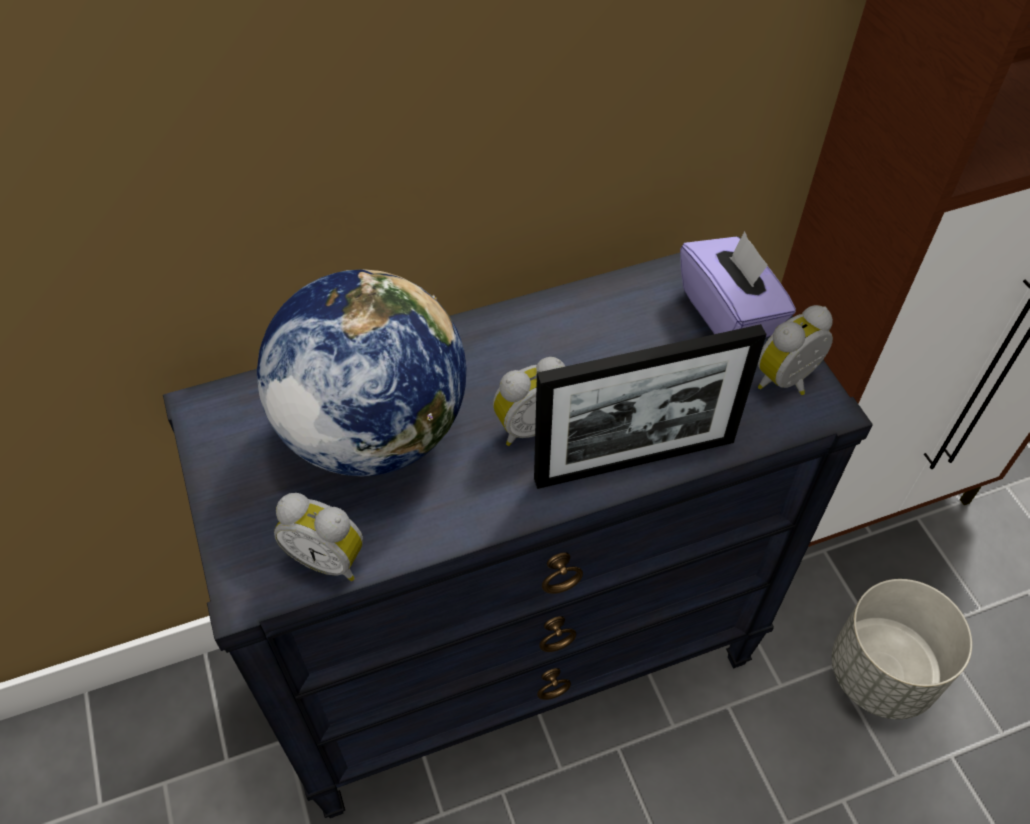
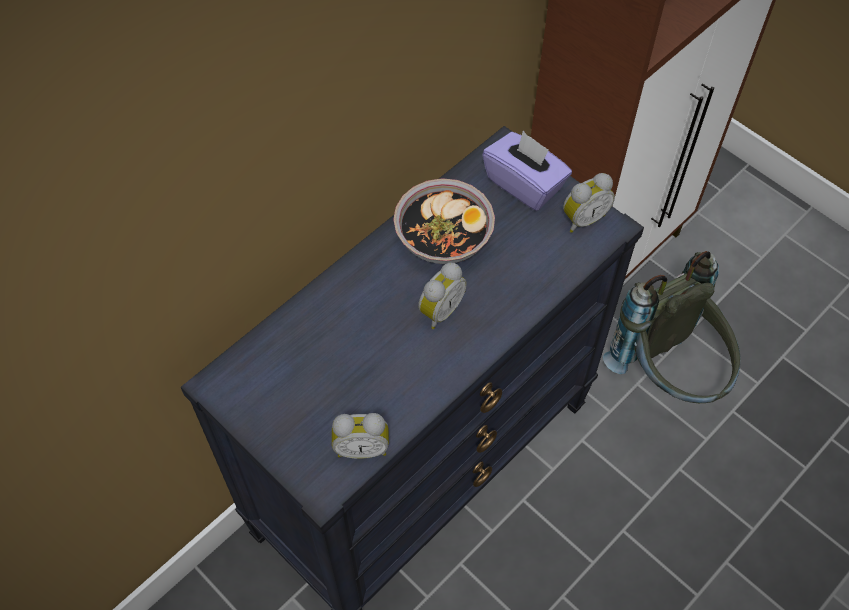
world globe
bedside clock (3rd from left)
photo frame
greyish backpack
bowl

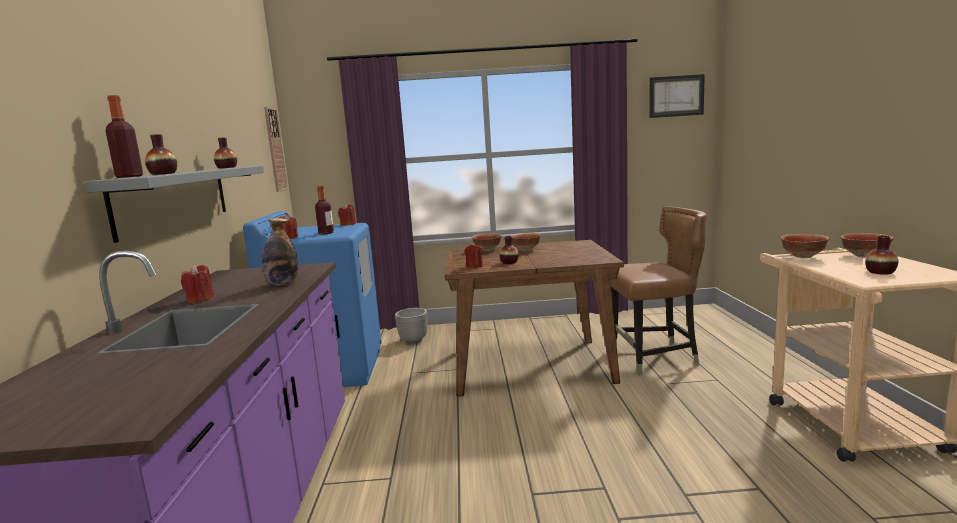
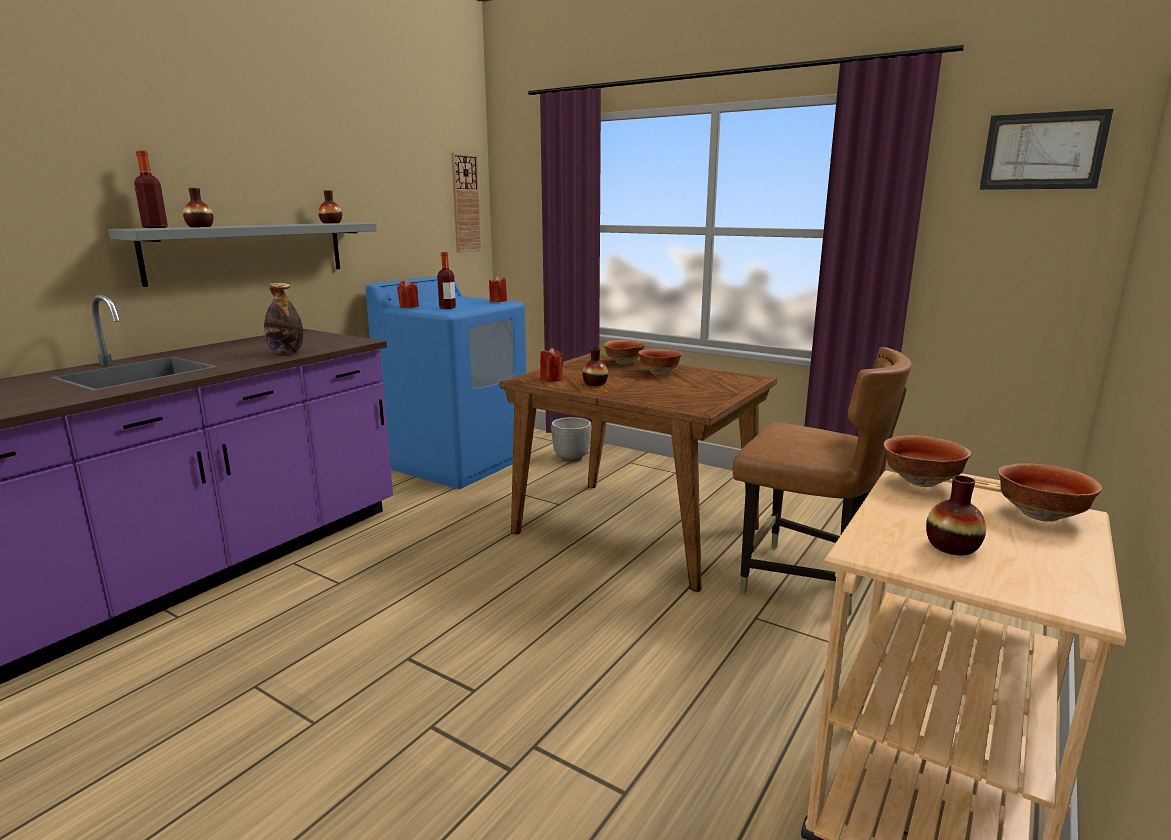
reddish wax light (1st from left in the first image)

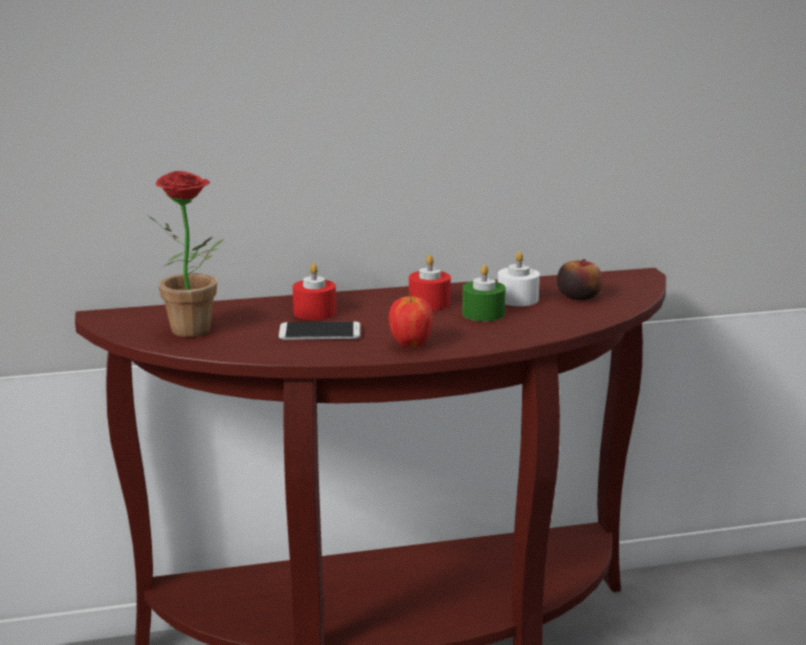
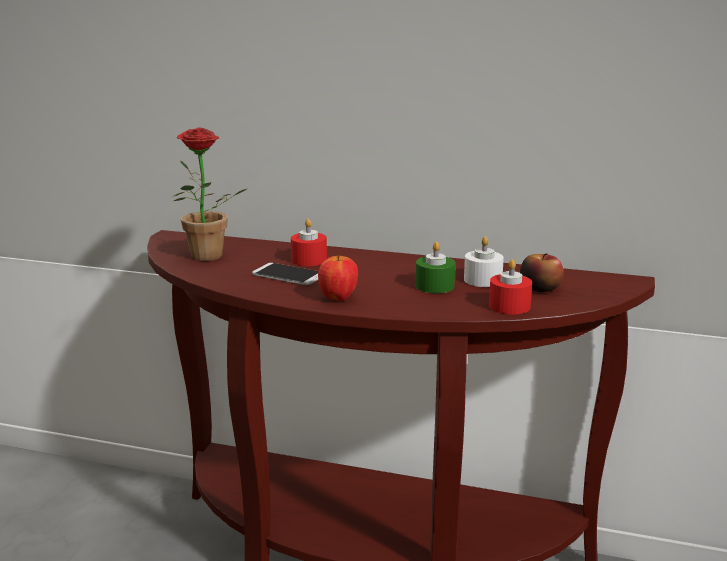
reddish wax light (2nd from left)

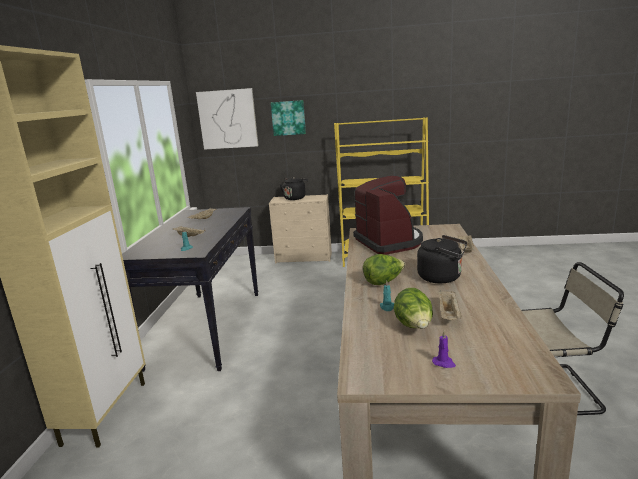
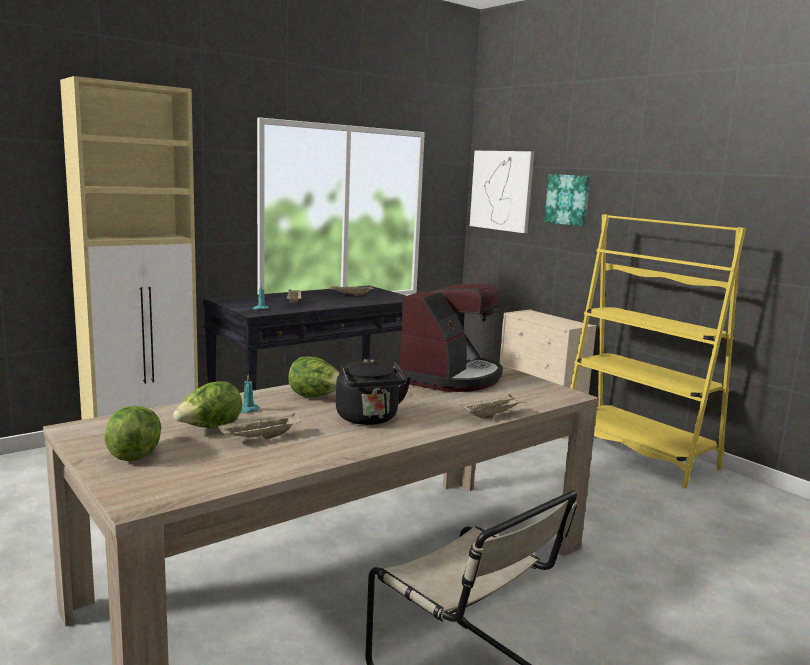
blackish tea kettle (1st from left in the first image)
head of lettuce (1st from left)

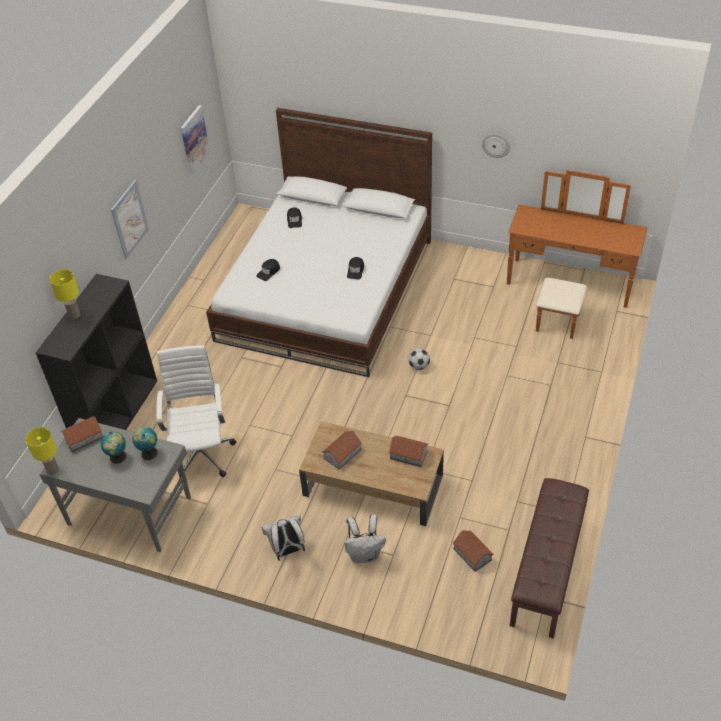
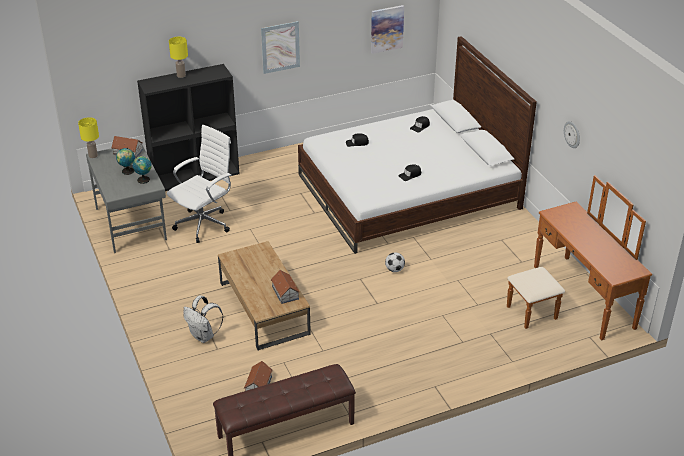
miniature house (2nd from left in the first image)
white-coloured backpack (1st from left in the first image)

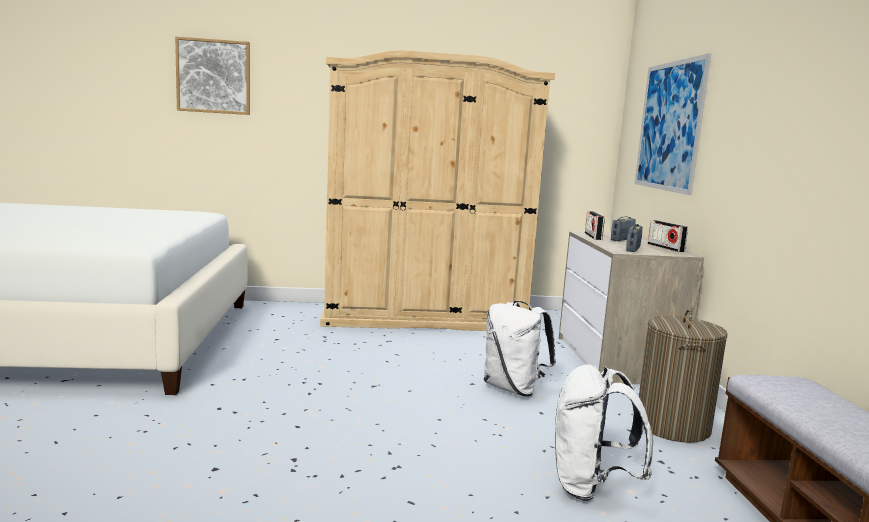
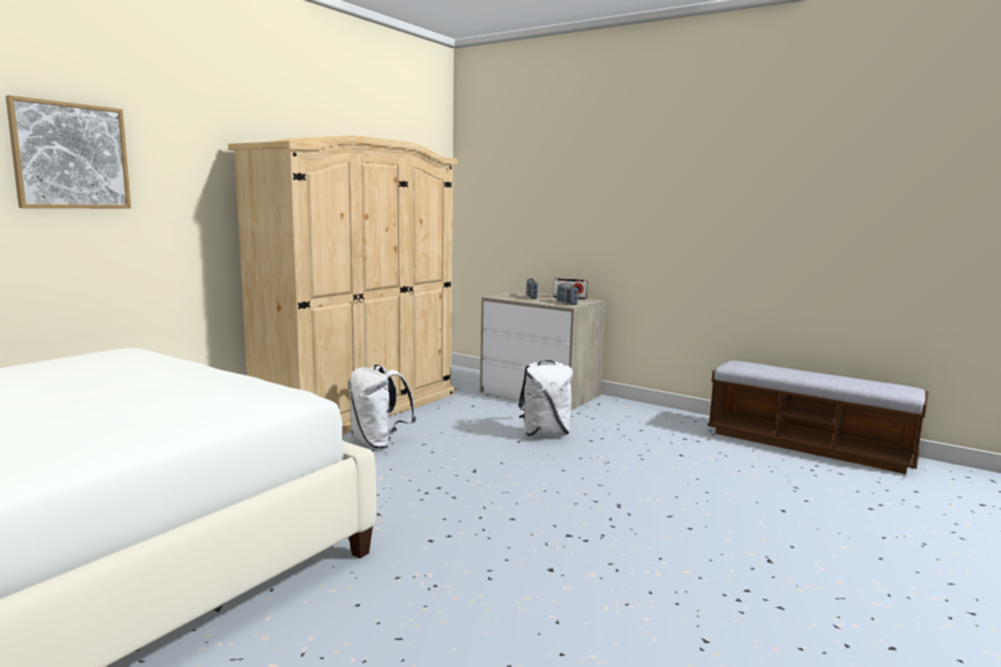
picture (2nd from left in the first image)
radio receiver (1st from left in the first image)
laundry basket
white-coloured backpack (1st from left)

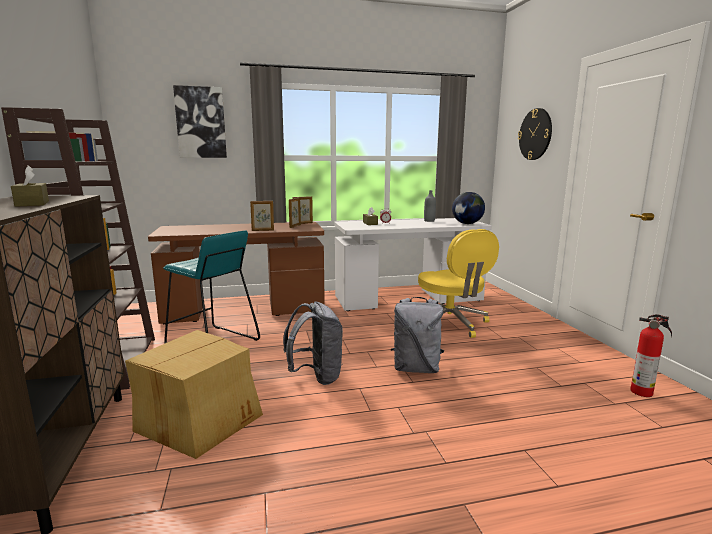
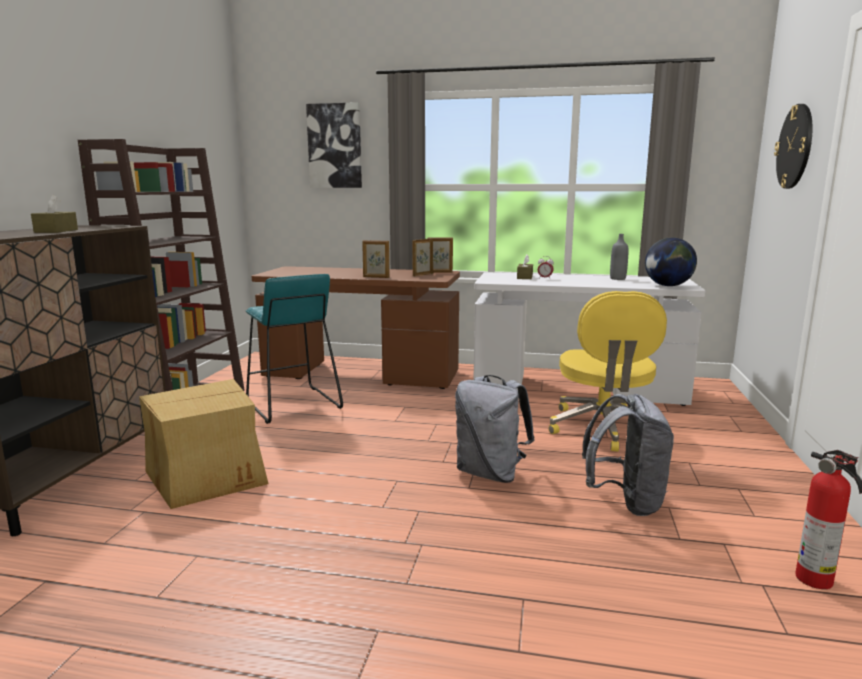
greyish backpack (2nd from left)

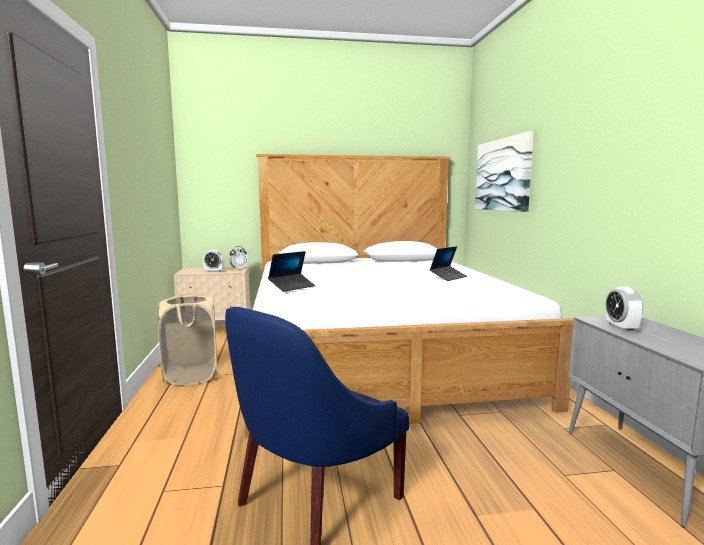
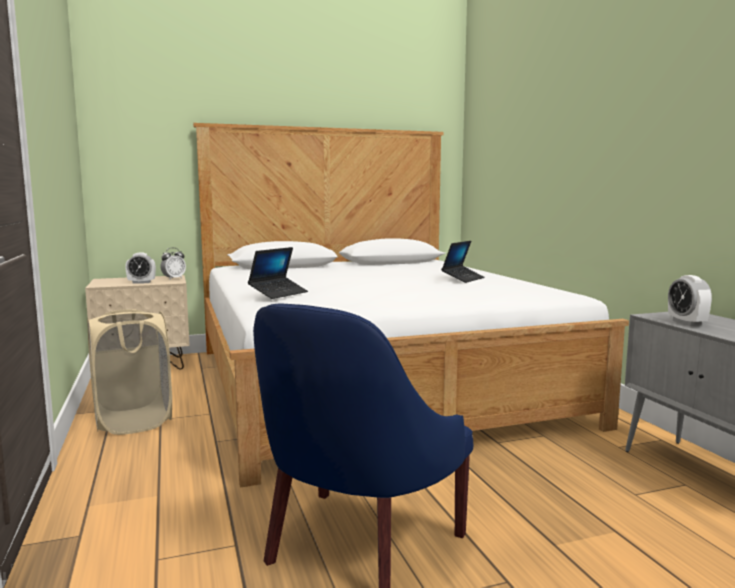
picture

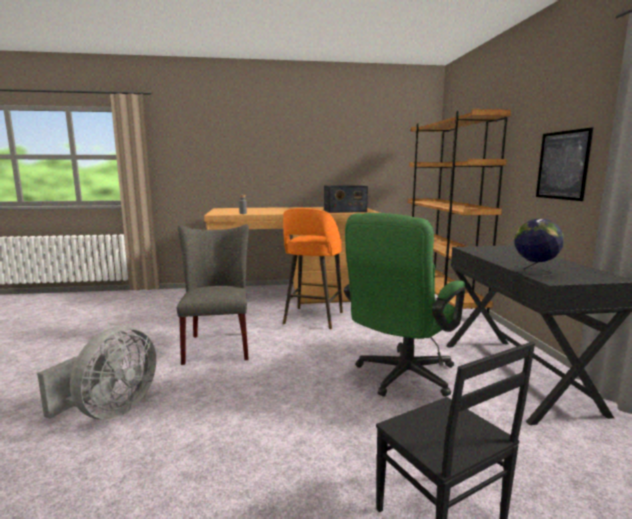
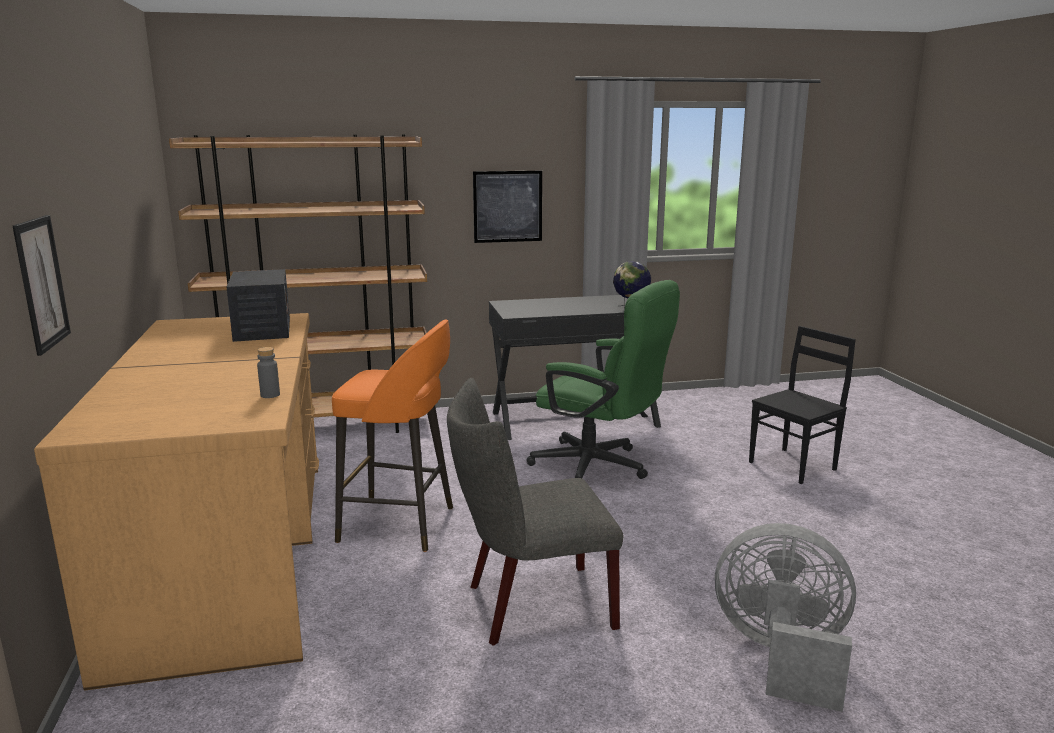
picture (1st from left)

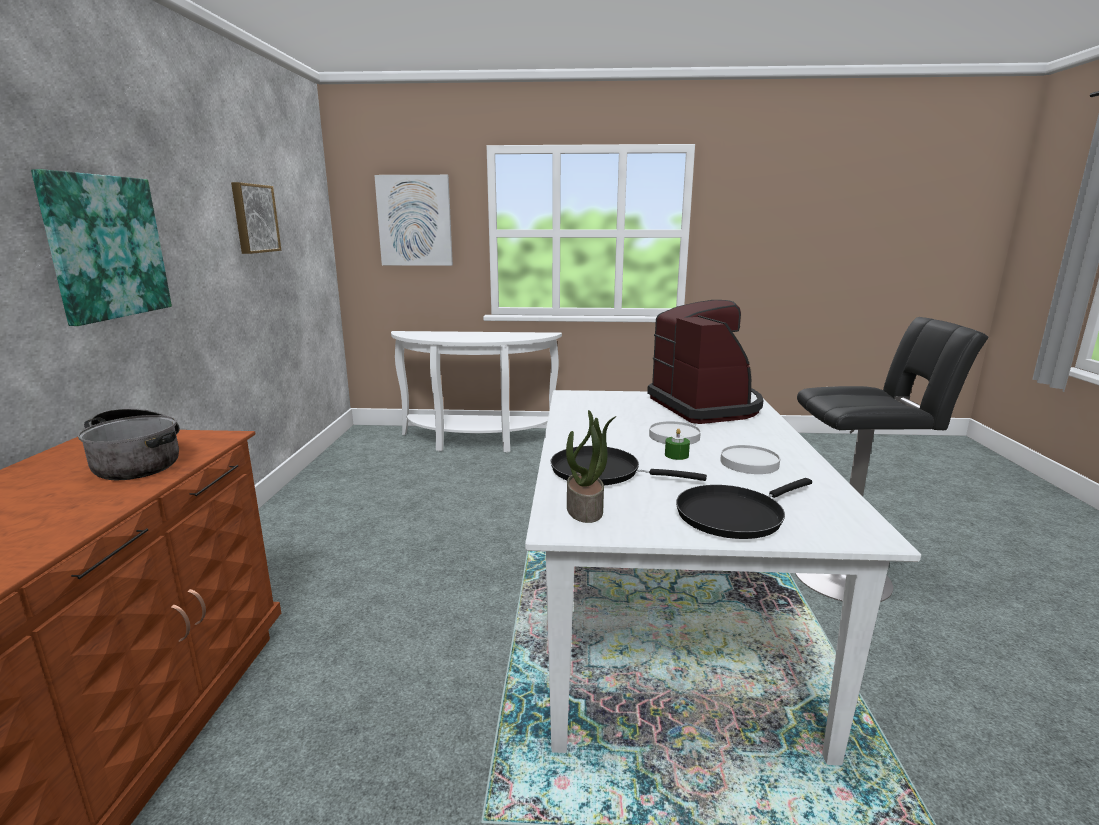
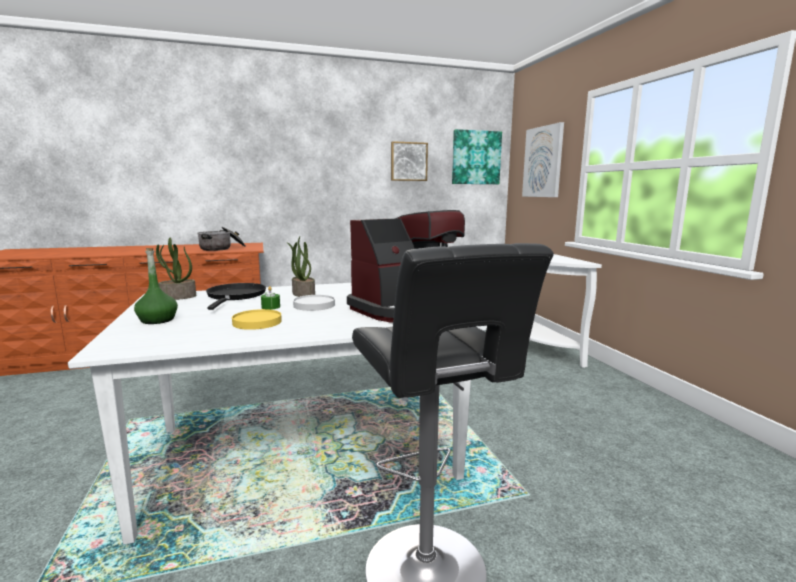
picture (2nd from left)
yellow plate
green-coloured drink bottle
plant in a pot (2nd from left)

